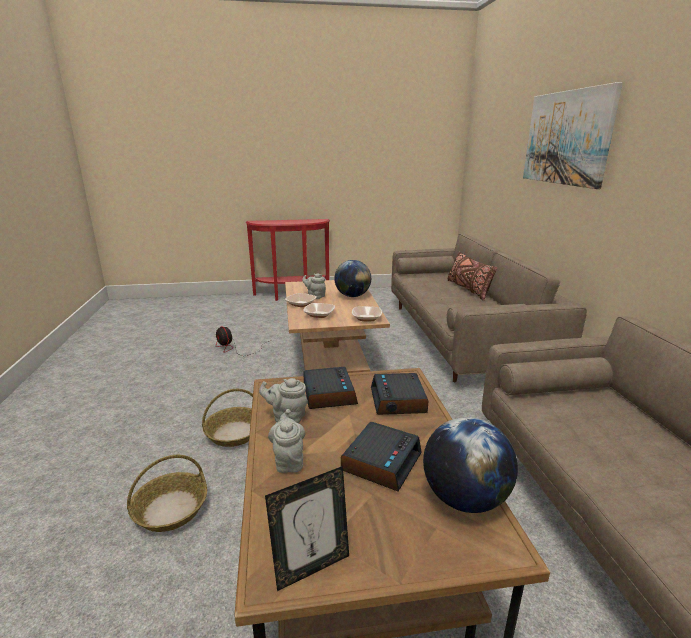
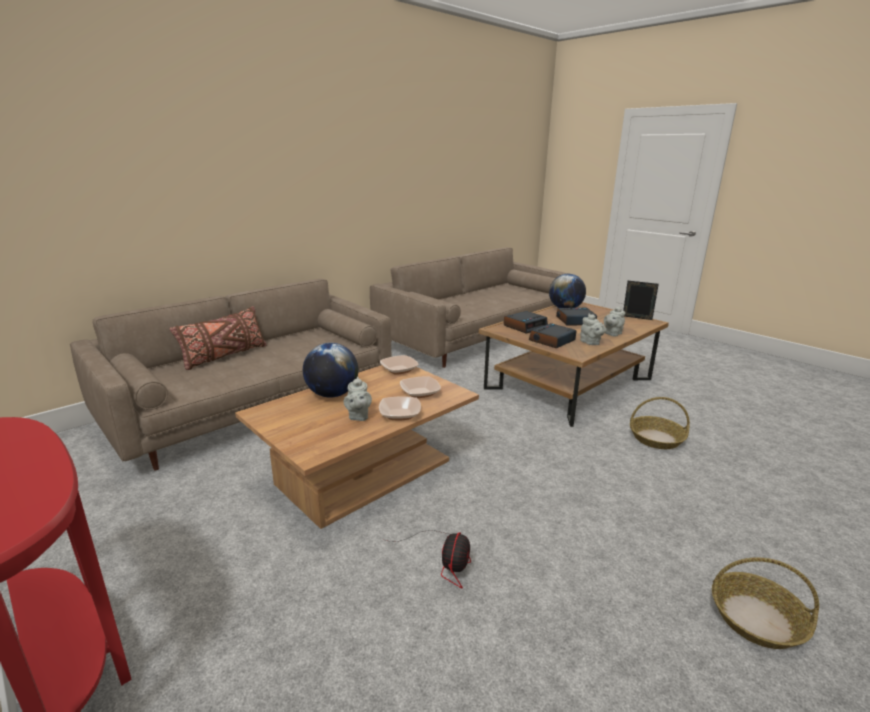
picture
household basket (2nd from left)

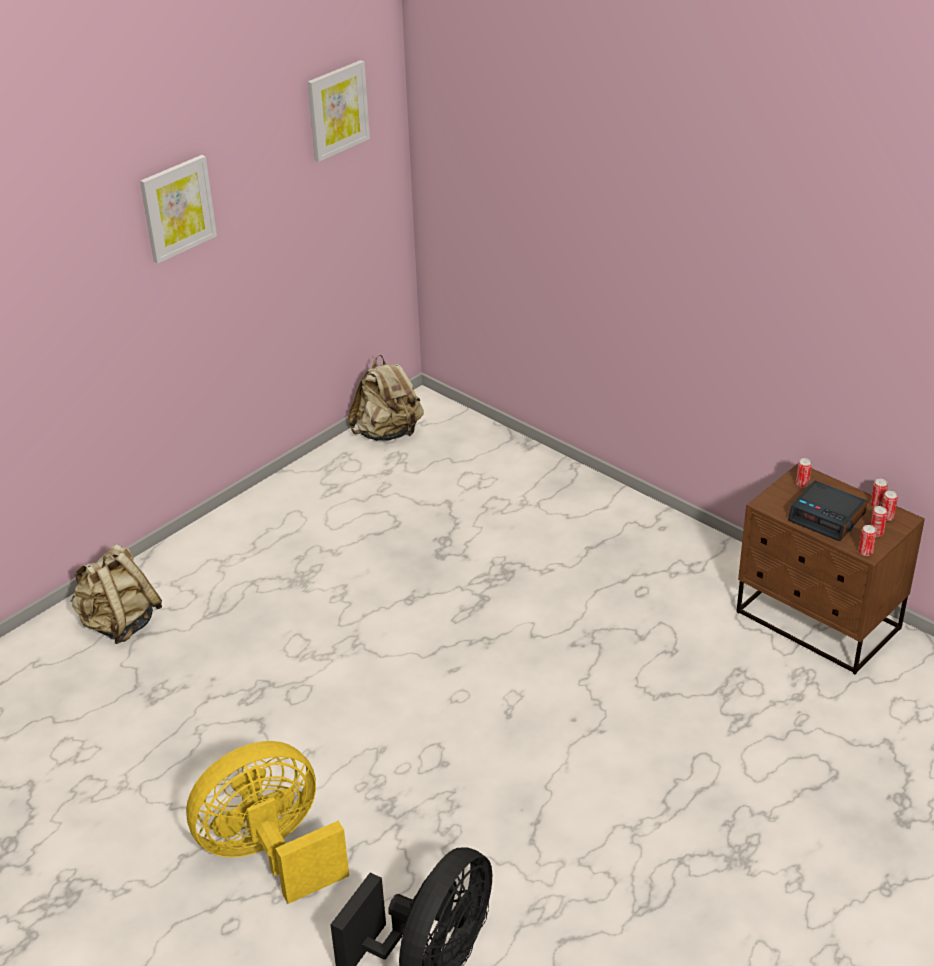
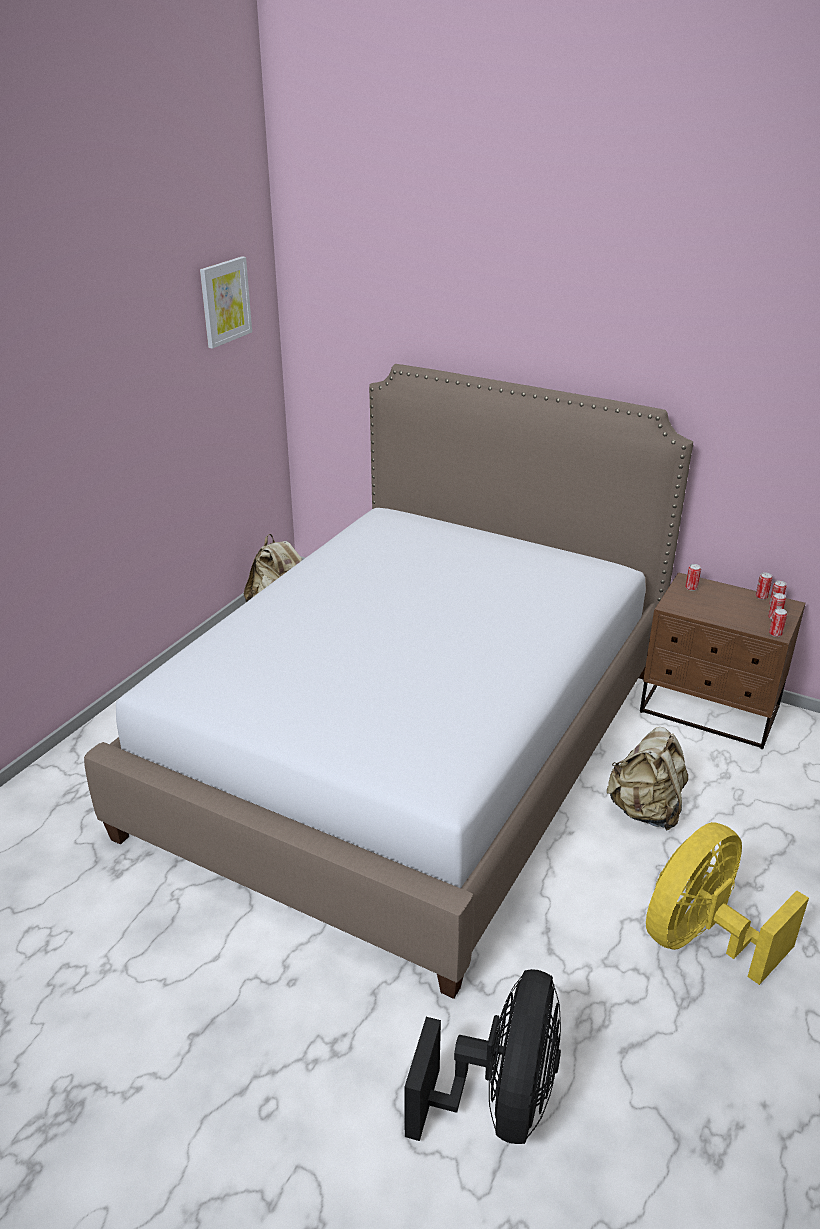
picture (1st from left in the first image)
bedside clock
beige backpack (2nd from left)
yellow fan
sleeping bed

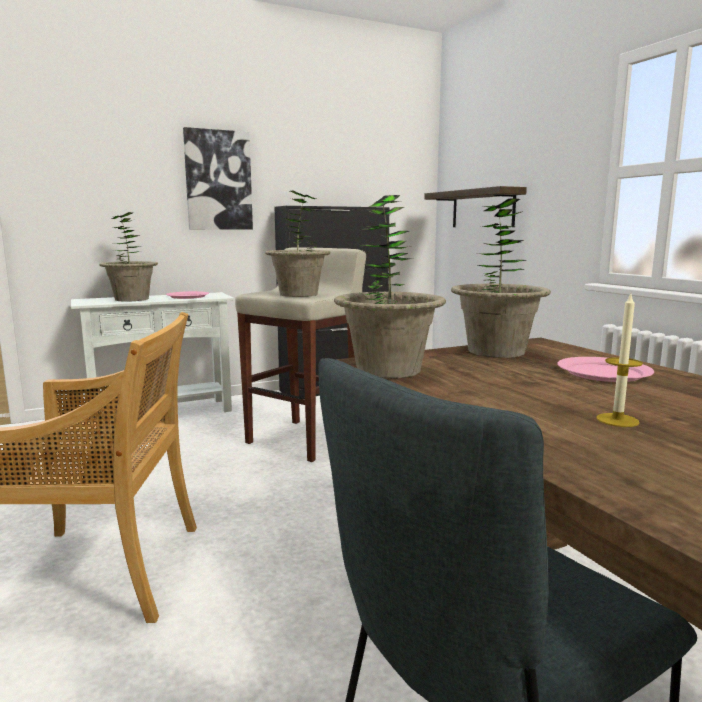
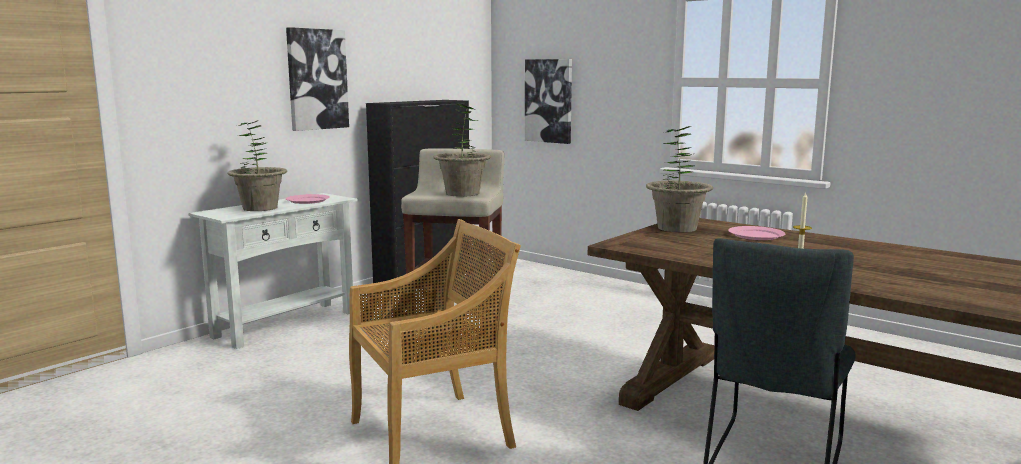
picture (2nd from left)
plant in a pot (3rd from left in the first image)

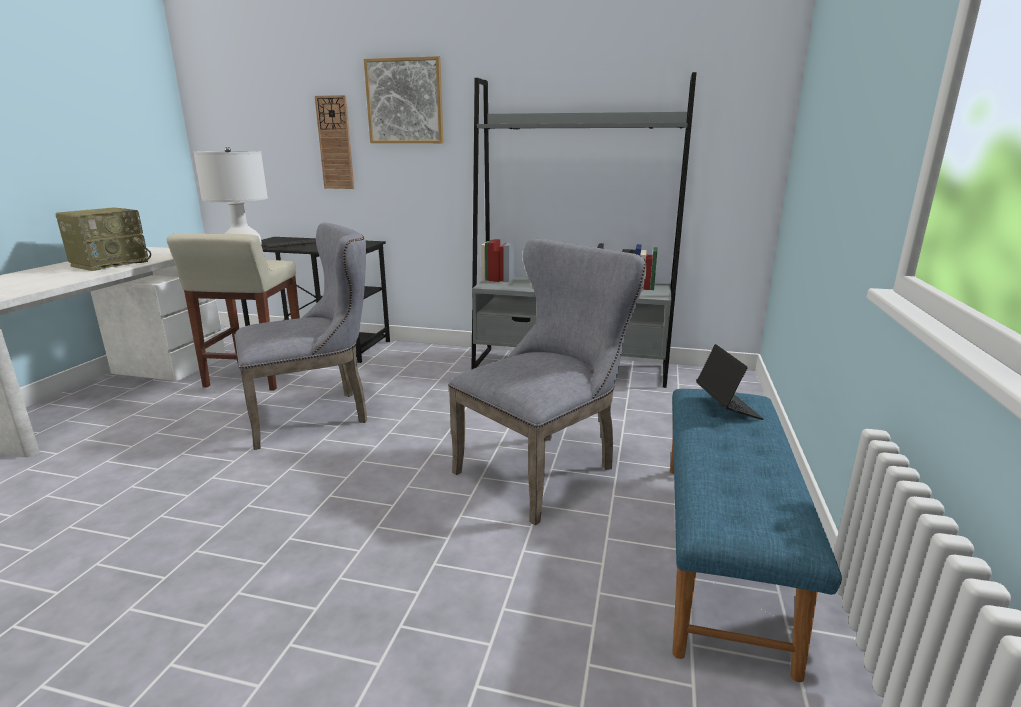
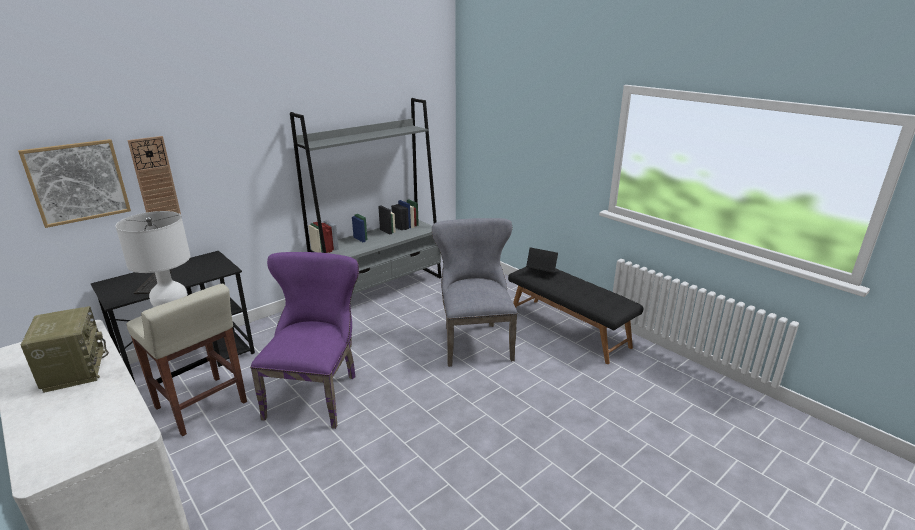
picture
purple chair
blackish bench

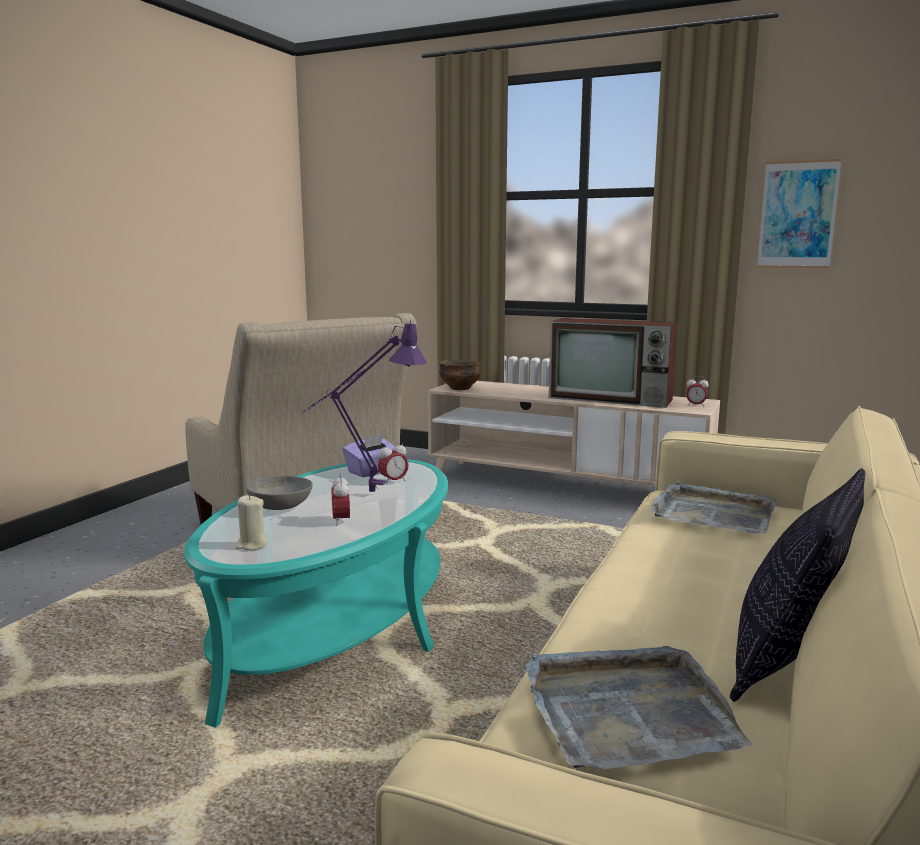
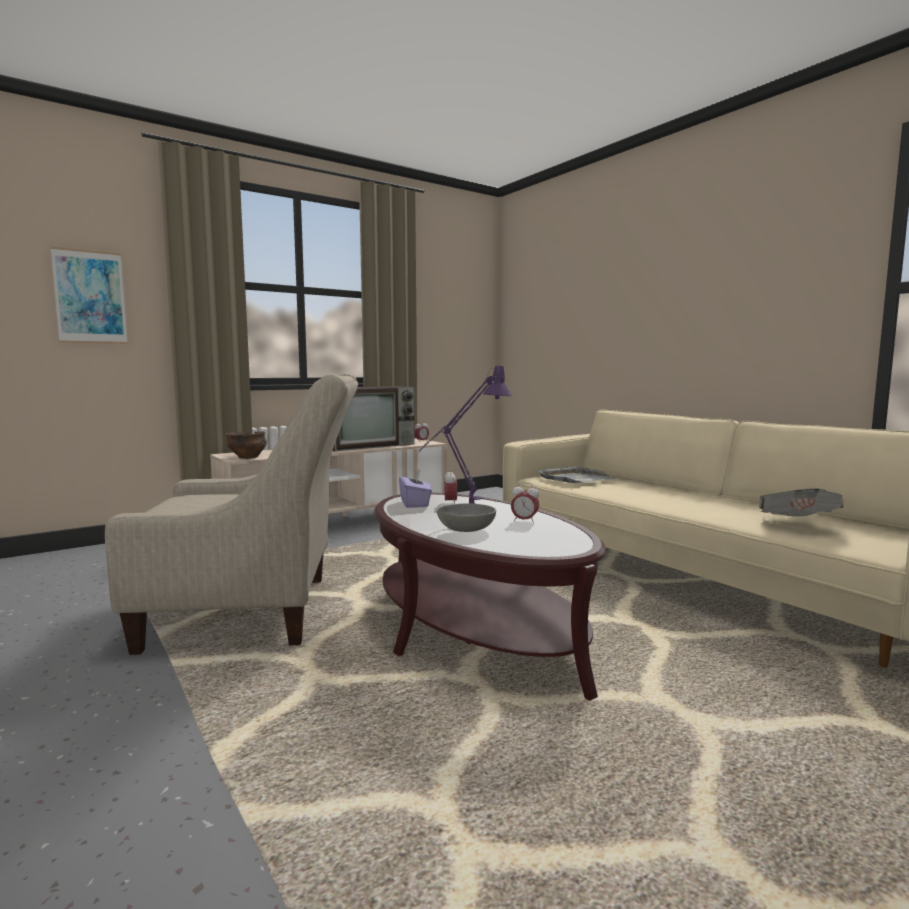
picture
brownish low table
cushion
beige wax light
printed paper

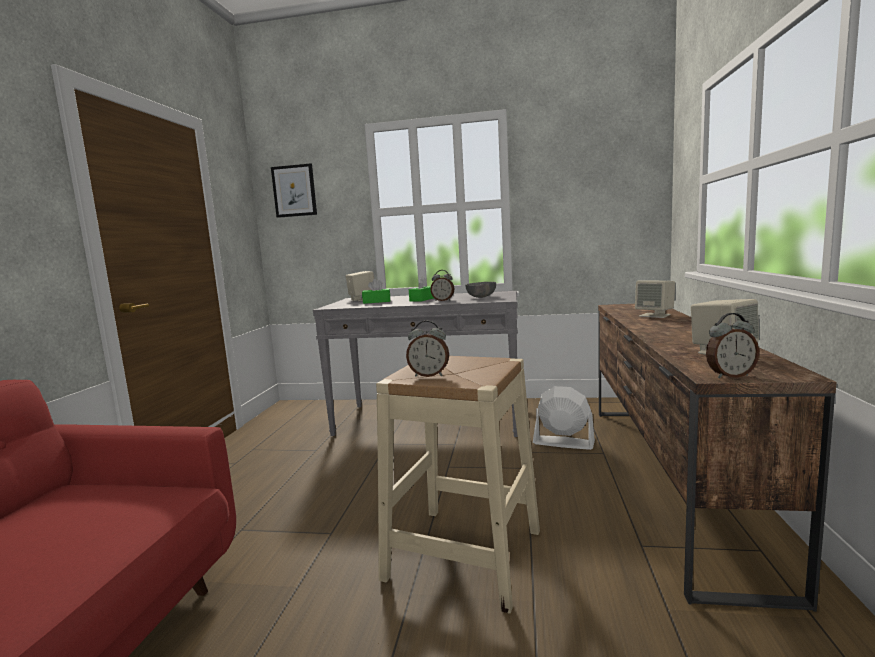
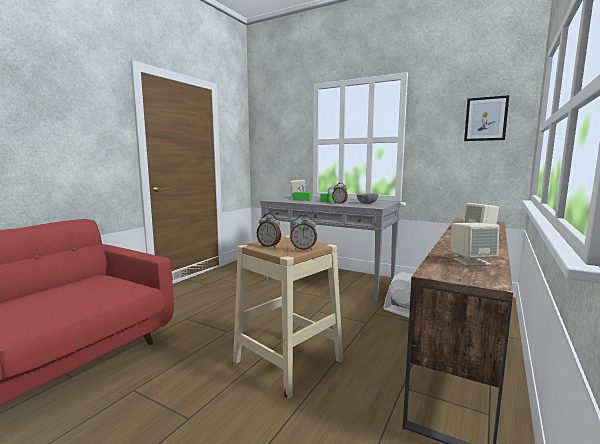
picture
bedside clock (2nd from left)

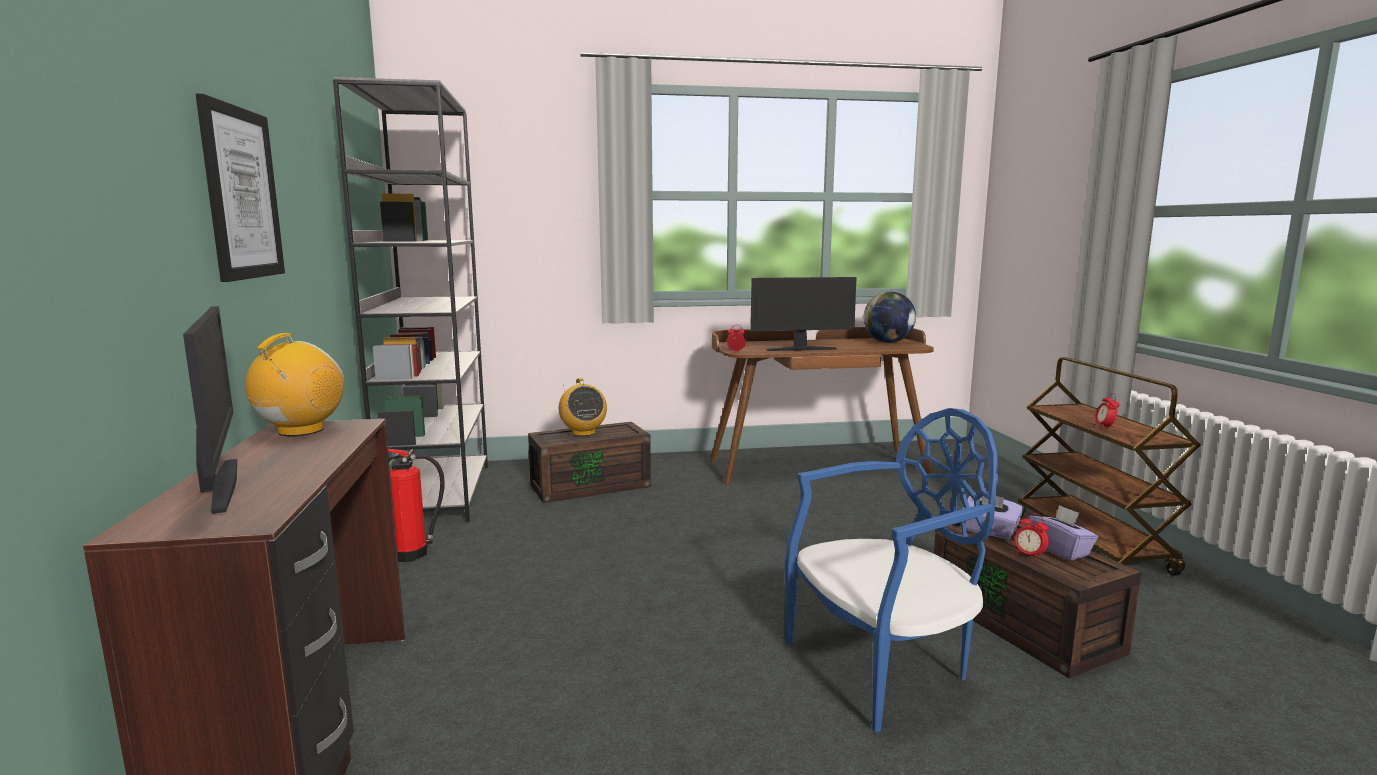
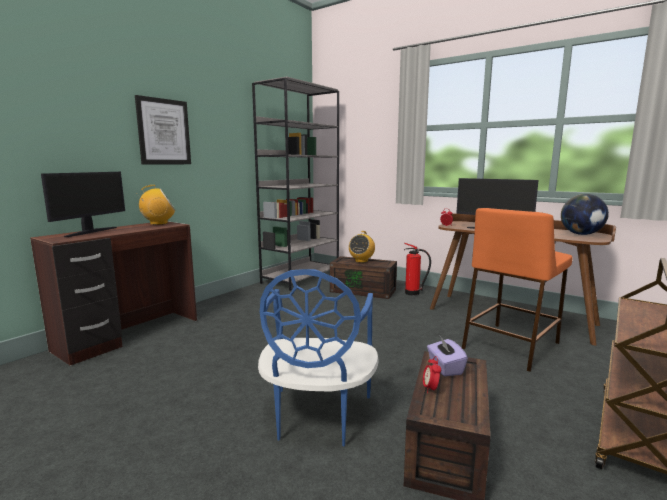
bedside clock (3rd from left in the first image)
blue chair
extinguisher
purple tissue box (2nd from left in the first image)
orangey stool seat

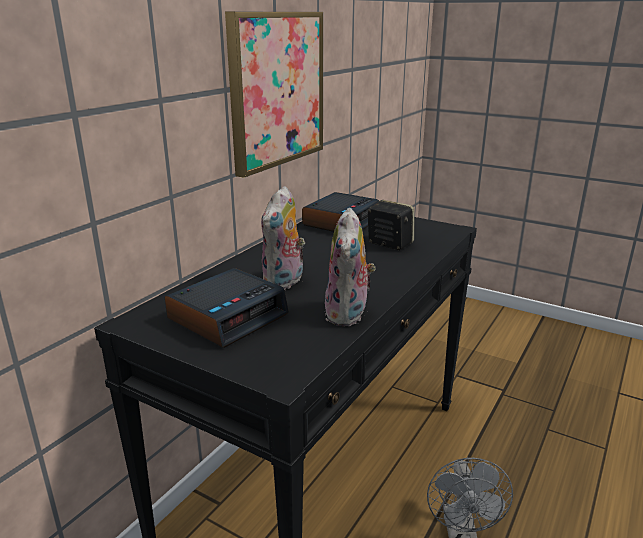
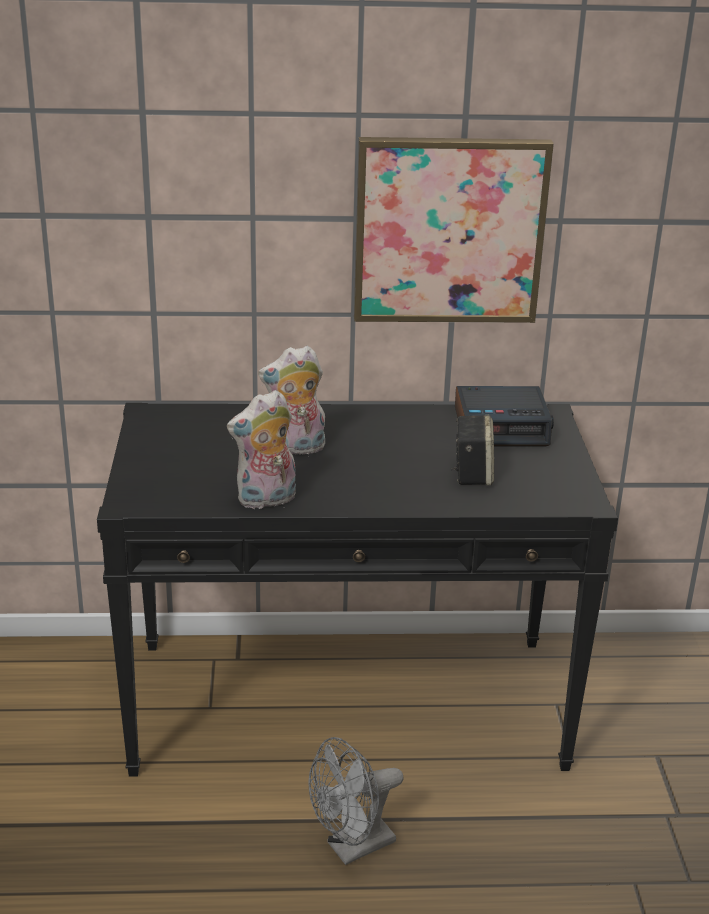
bedside clock (1st from left in the first image)

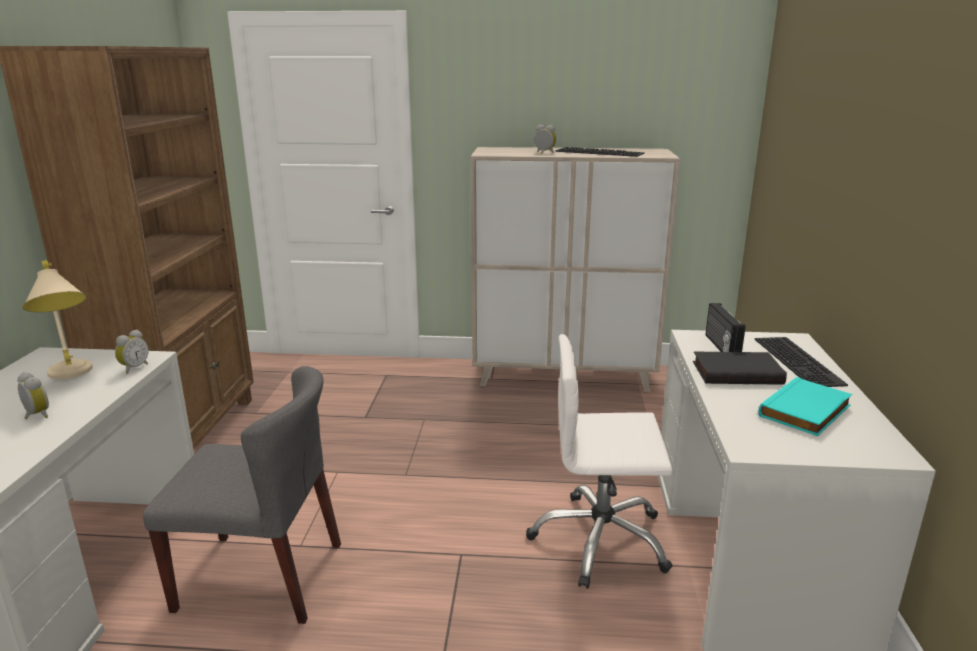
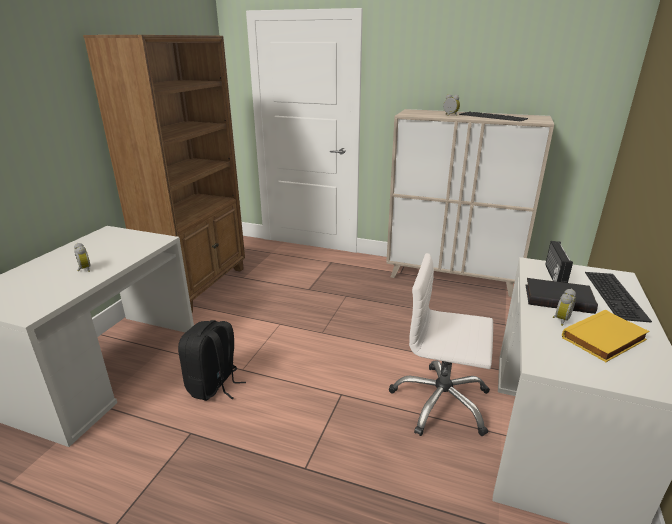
beige table lamp
bedside clock (3rd from left)
blackish backpack
yellow book

